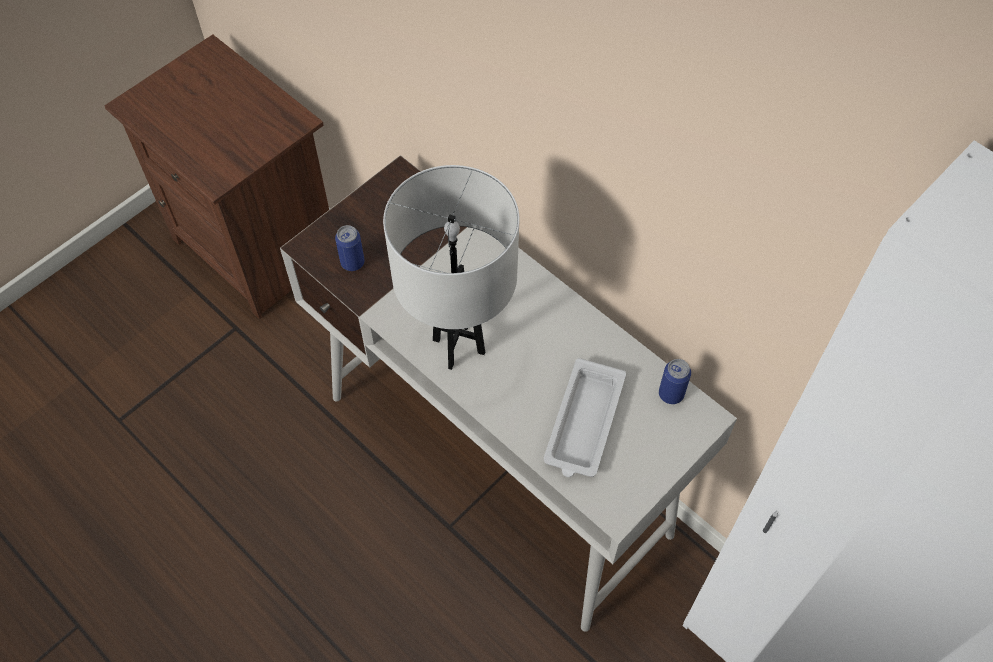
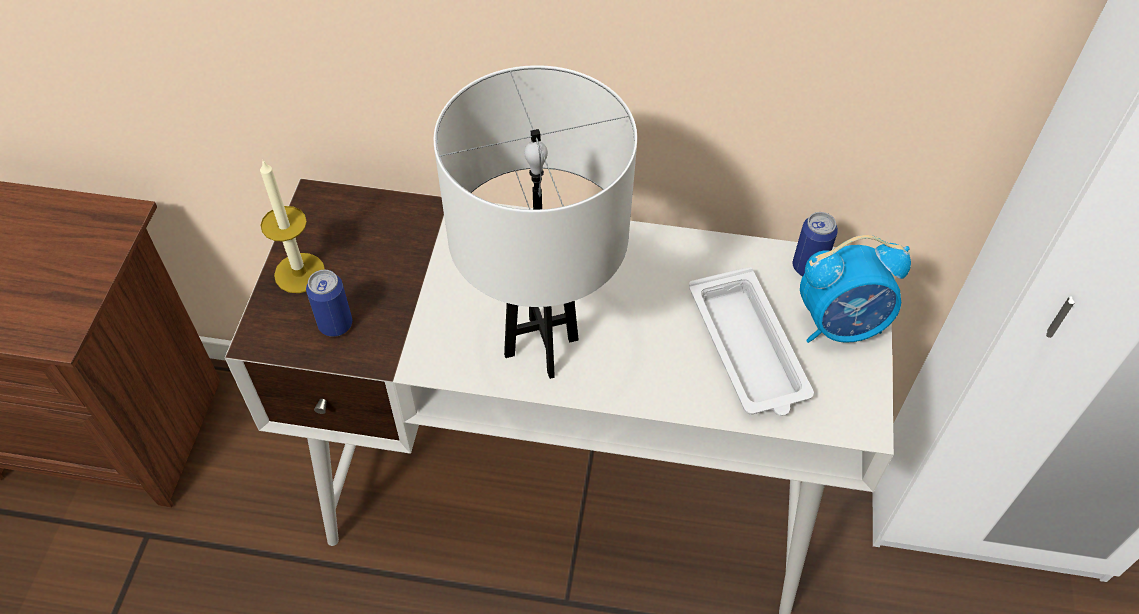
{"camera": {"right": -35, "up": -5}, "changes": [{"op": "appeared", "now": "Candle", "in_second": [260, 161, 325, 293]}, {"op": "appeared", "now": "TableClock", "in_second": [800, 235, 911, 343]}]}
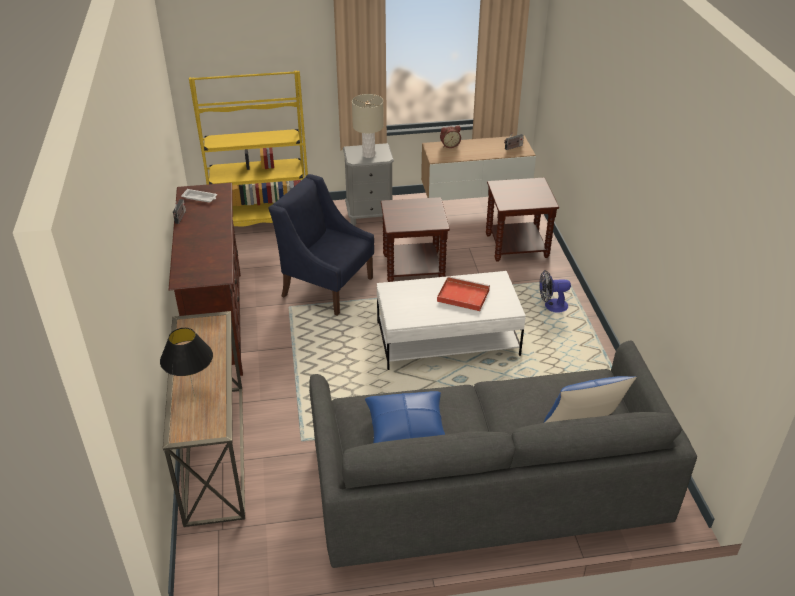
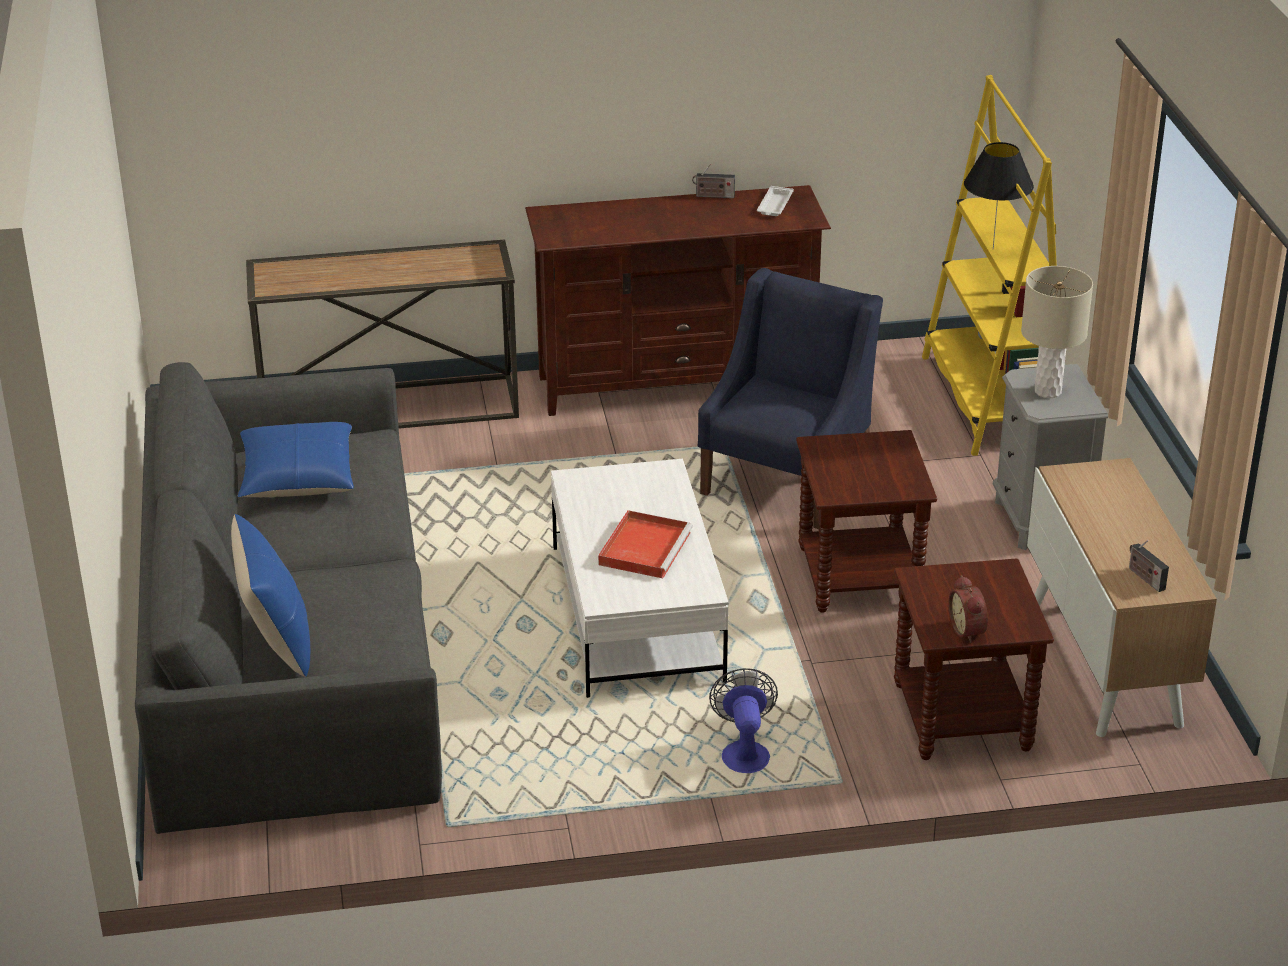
{"camera": {"right": 90, "up": -5}, "changes": [{"op": "relocated", "was": "BlackishTabletopLamp", "in_first": [160, 328, 213, 397], "in_second": [964, 142, 1034, 250]}, {"op": "relocated", "was": "TableClock", "in_first": [440, 126, 461, 148], "in_second": [948, 575, 988, 643]}]}
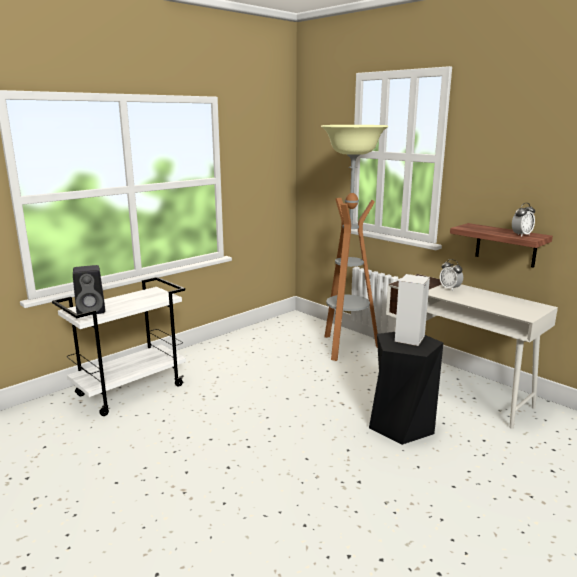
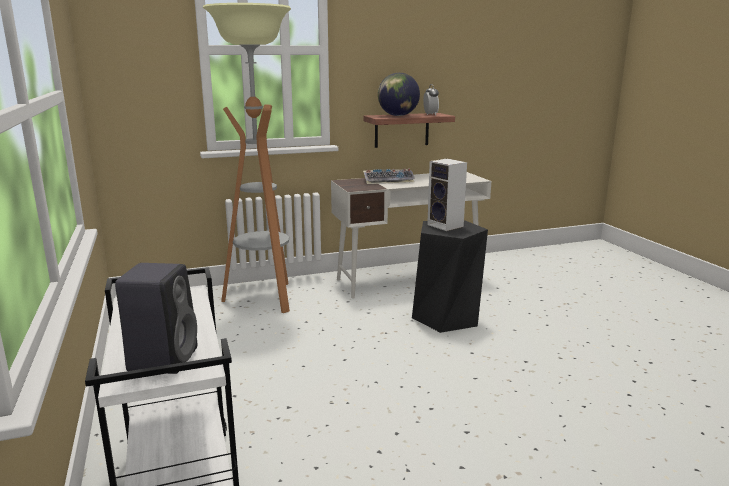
{"camera": {"right": -65, "up": 0}, "changes": [{"op": "appeared", "now": "WorldGlobe", "in_second": [378, 73, 420, 116]}, {"op": "exchanged", "was": "TableClock", "now": "Keyboard", "in_first": [440, 259, 463, 291], "in_second": [363, 168, 415, 184]}]}
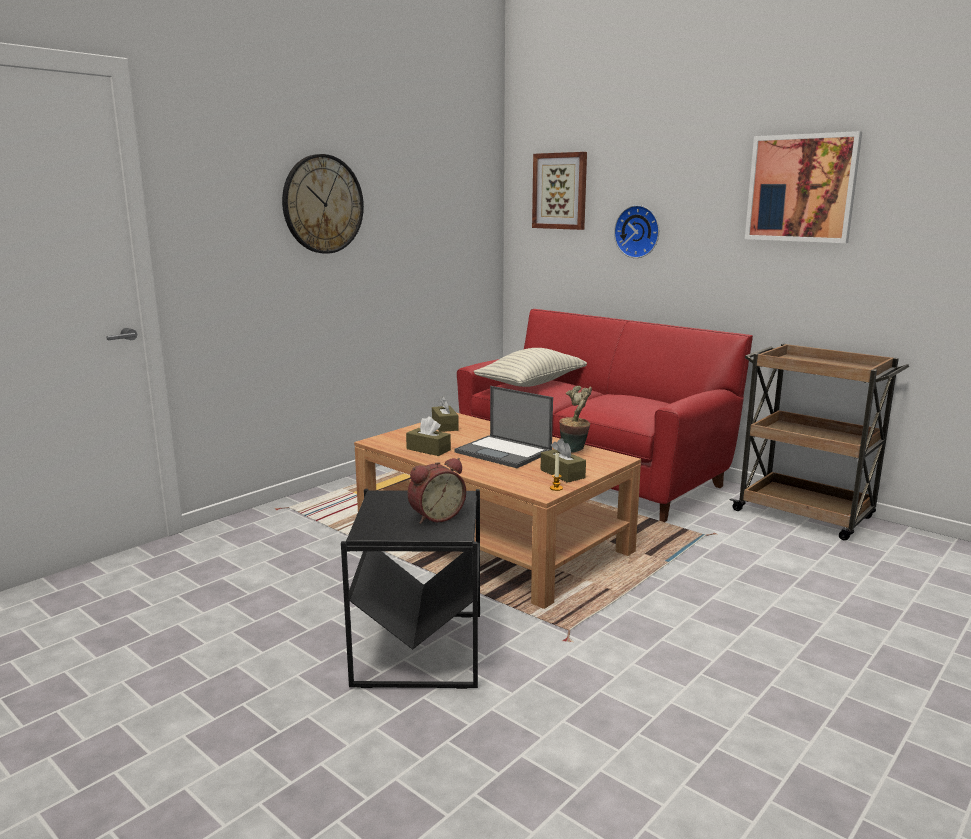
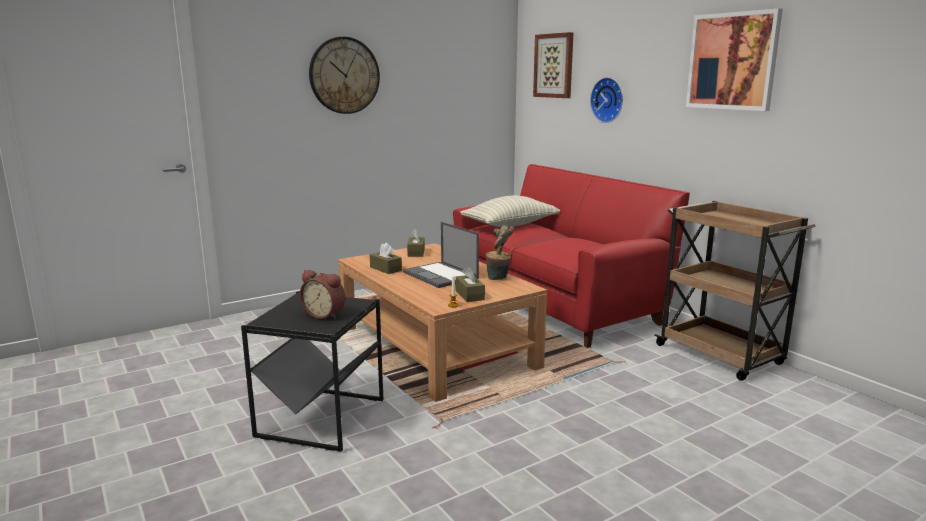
{"camera": {"right": 15, "up": 0}, "changes": [{"op": "spun", "was": "TableClock", "in_first": [408, 458, 466, 524], "in_second": [300, 270, 345, 320], "clockwise": 45}]}
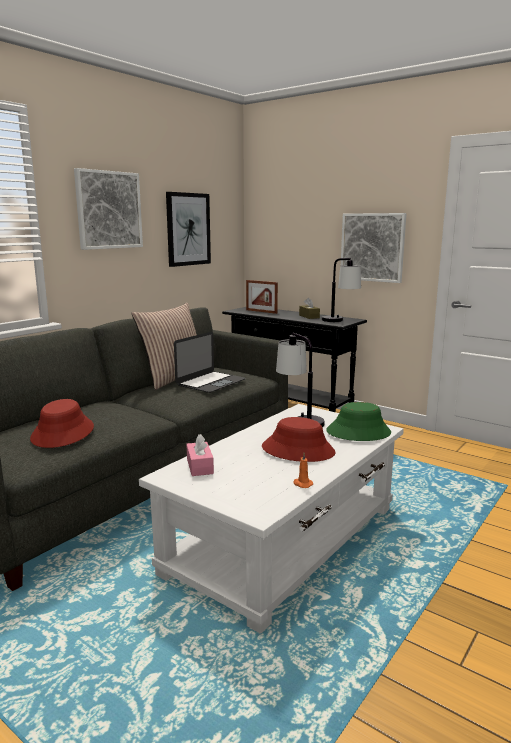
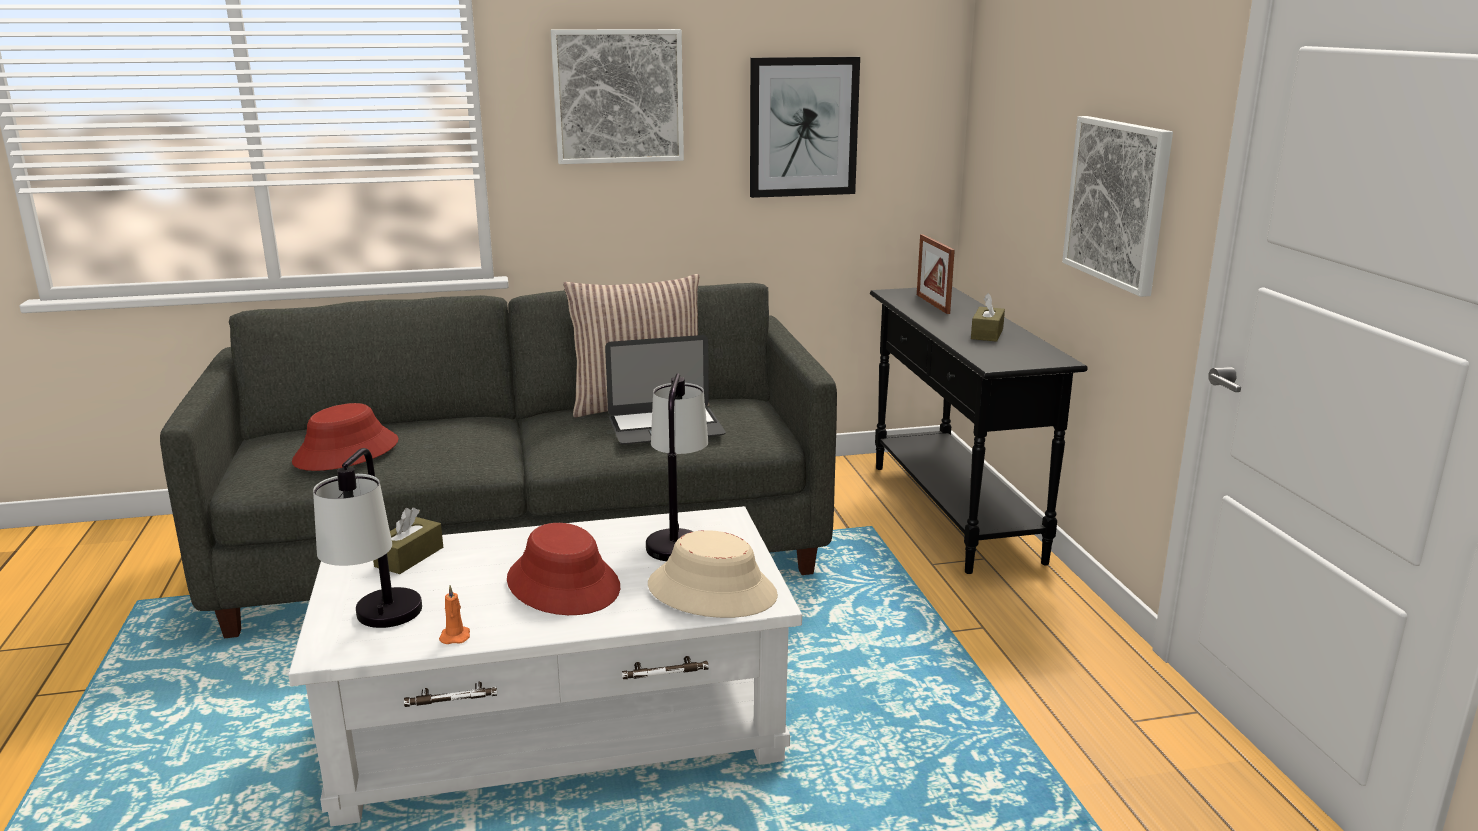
{"camera": {"right": 40, "up": 5}, "changes": [{"op": "relocated", "was": "TabletopLamp", "in_first": [322, 258, 361, 322], "in_second": [313, 448, 422, 628]}, {"op": "colour", "was": "PinkishTissueBox", "now": "BrownColouredTissueBox", "in_first": [186, 434, 214, 476], "in_second": [373, 507, 443, 574]}, {"op": "colour", "was": "GreenWearableHat", "now": "SandColouredWearableHat", "in_first": [326, 402, 391, 441], "in_second": [648, 530, 778, 618]}]}
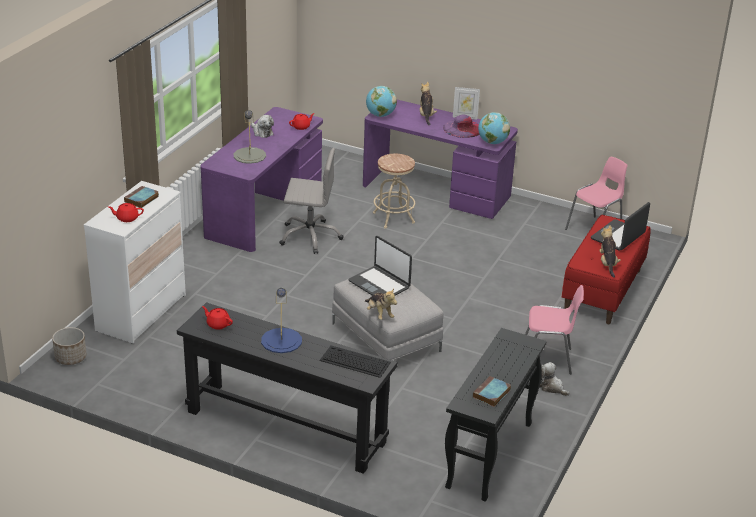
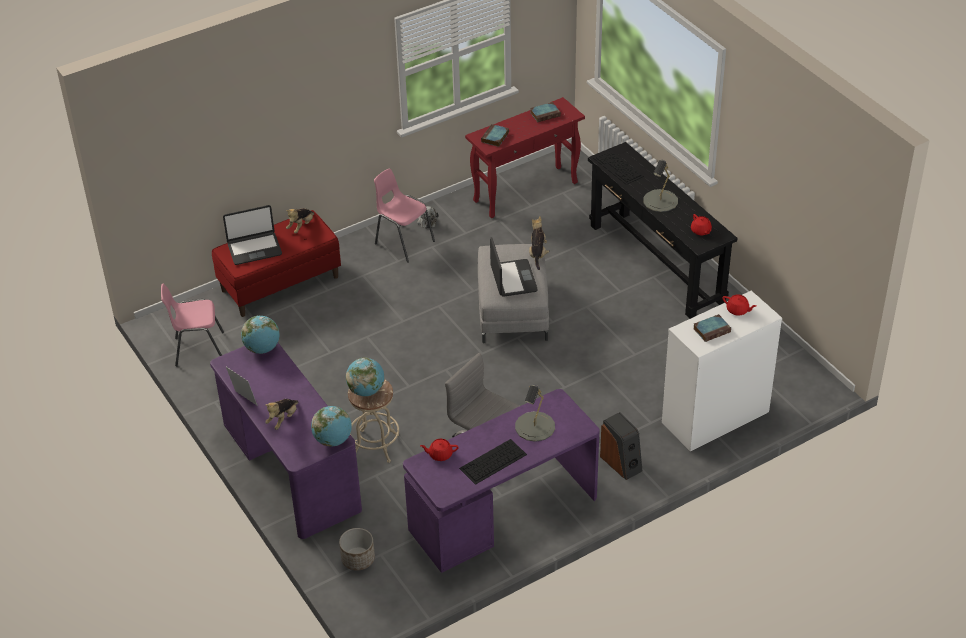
{"camera": {"right": -145, "up": 10}, "changes": [{"op": "missing", "was": "PurpleWearableHat", "in_first": [443, 114, 480, 138]}, {"op": "appeared", "now": "WorldGlobe", "in_second": [346, 357, 384, 396]}, {"op": "appeared", "now": "Volume", "in_second": [481, 124, 509, 147]}, {"op": "appeared", "now": "AudioSpeaker", "in_second": [600, 412, 642, 480]}, {"op": "relocated", "was": "PlantPot", "in_first": [52, 327, 86, 365], "in_second": [339, 528, 375, 571]}, {"op": "exchanged", "was": "PlushToy", "now": "Keyboard", "in_first": [251, 115, 274, 138], "in_second": [459, 439, 527, 485]}, {"op": "colour", "was": "BlueColouredTabletopLamp", "now": "GrayTabletopLamp", "in_first": [261, 288, 302, 353], "in_second": [643, 160, 678, 212]}, {"op": "colour", "was": "BlackishConsoleTable", "now": "RedColouredConsoleTable", "in_first": [445, 328, 547, 502], "in_second": [465, 97, 585, 218]}]}
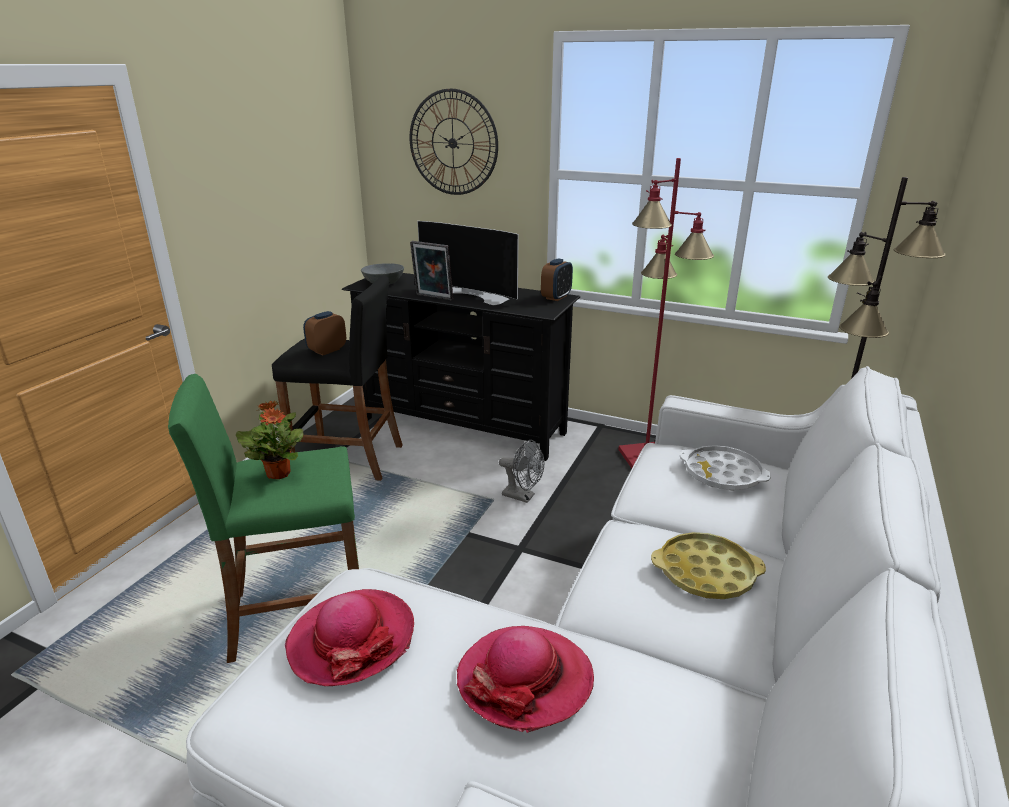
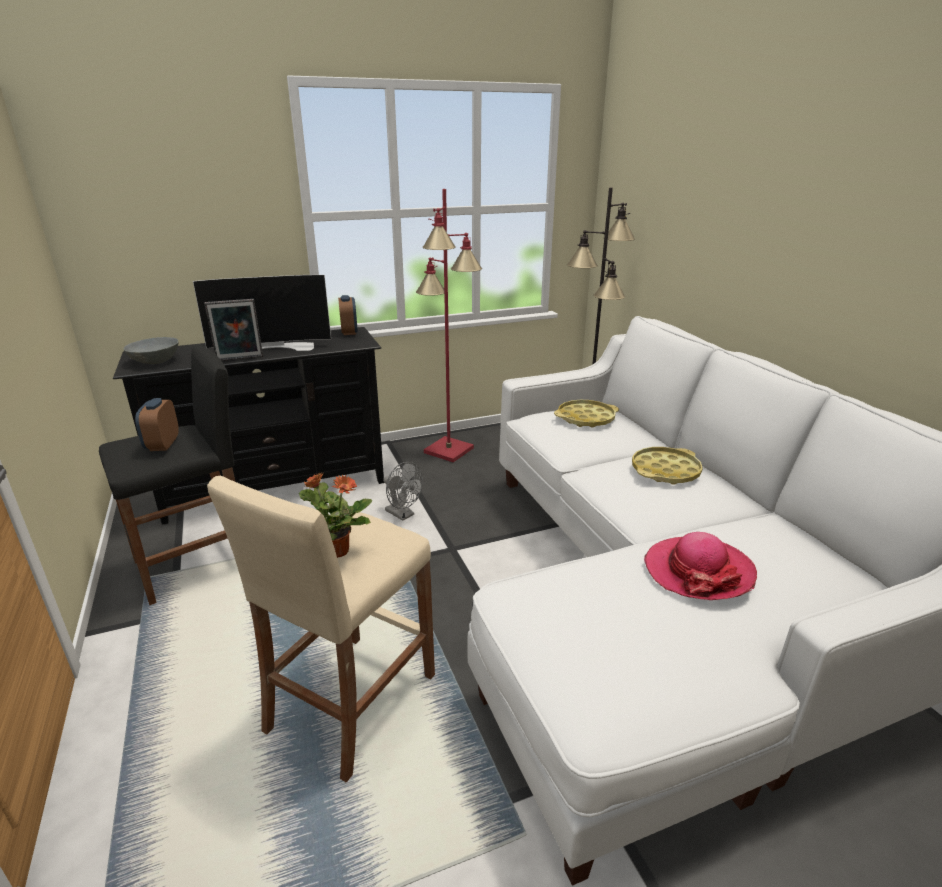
{"camera": {"right": -45, "up": 0}, "changes": [{"op": "missing", "was": "WearableHat", "in_first": [285, 589, 414, 686]}, {"op": "missing", "was": "HangingClock", "in_first": [410, 89, 498, 195]}, {"op": "colour", "was": "GreenSittingStool", "now": "SandColouredSittingStool", "in_first": [168, 374, 359, 663], "in_second": [207, 476, 435, 783]}, {"op": "colour", "was": "WhiteServingTray", "now": "YellowishServingTray", "in_first": [680, 445, 771, 491], "in_second": [554, 400, 619, 428]}, {"op": "spun", "was": "GrayElectricFan", "in_first": [499, 440, 544, 503], "in_second": [383, 462, 423, 521], "clockwise": 60}]}
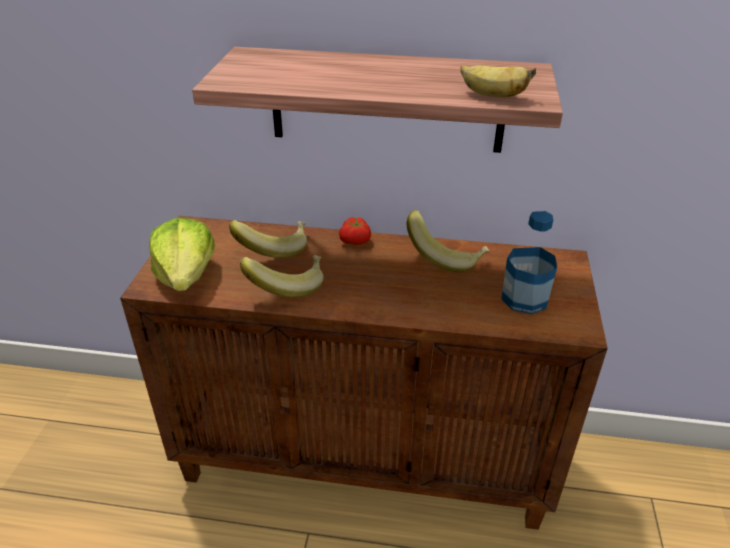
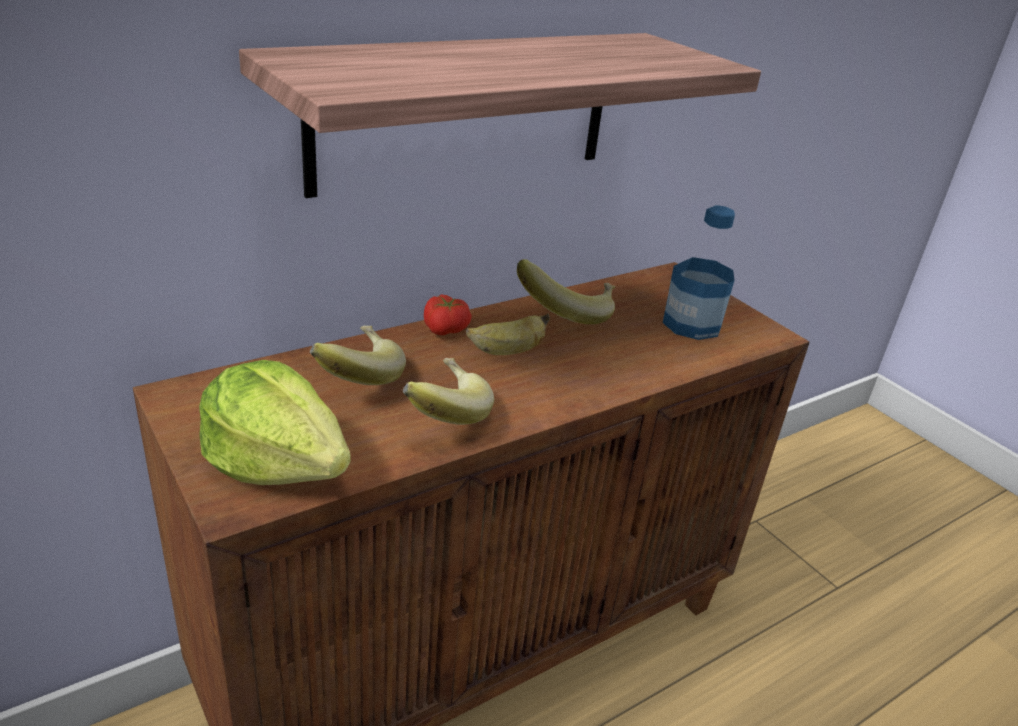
{"camera": {"right": -45, "up": -5}, "changes": [{"op": "relocated", "was": "BananaFruit", "in_first": [460, 65, 536, 97], "in_second": [466, 313, 550, 355]}]}
